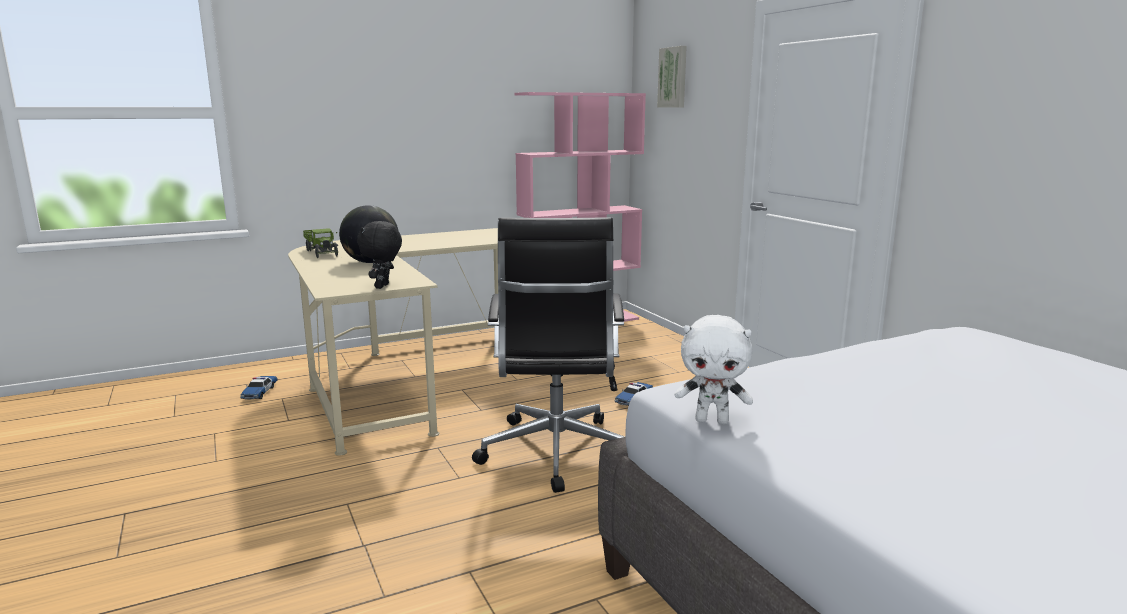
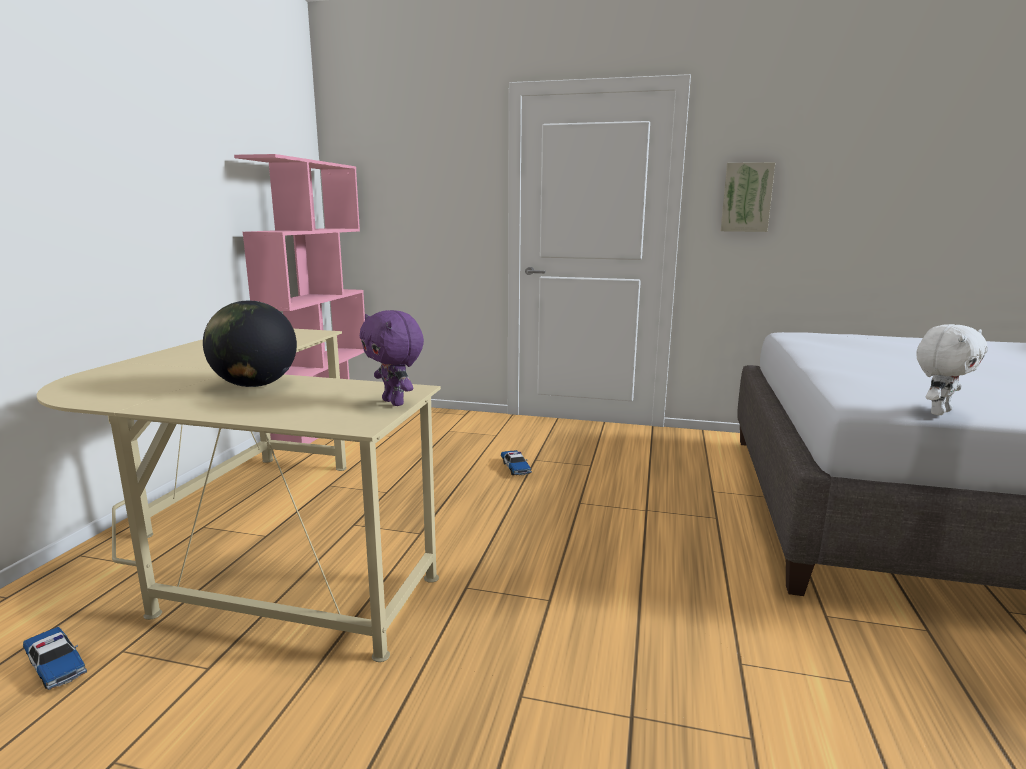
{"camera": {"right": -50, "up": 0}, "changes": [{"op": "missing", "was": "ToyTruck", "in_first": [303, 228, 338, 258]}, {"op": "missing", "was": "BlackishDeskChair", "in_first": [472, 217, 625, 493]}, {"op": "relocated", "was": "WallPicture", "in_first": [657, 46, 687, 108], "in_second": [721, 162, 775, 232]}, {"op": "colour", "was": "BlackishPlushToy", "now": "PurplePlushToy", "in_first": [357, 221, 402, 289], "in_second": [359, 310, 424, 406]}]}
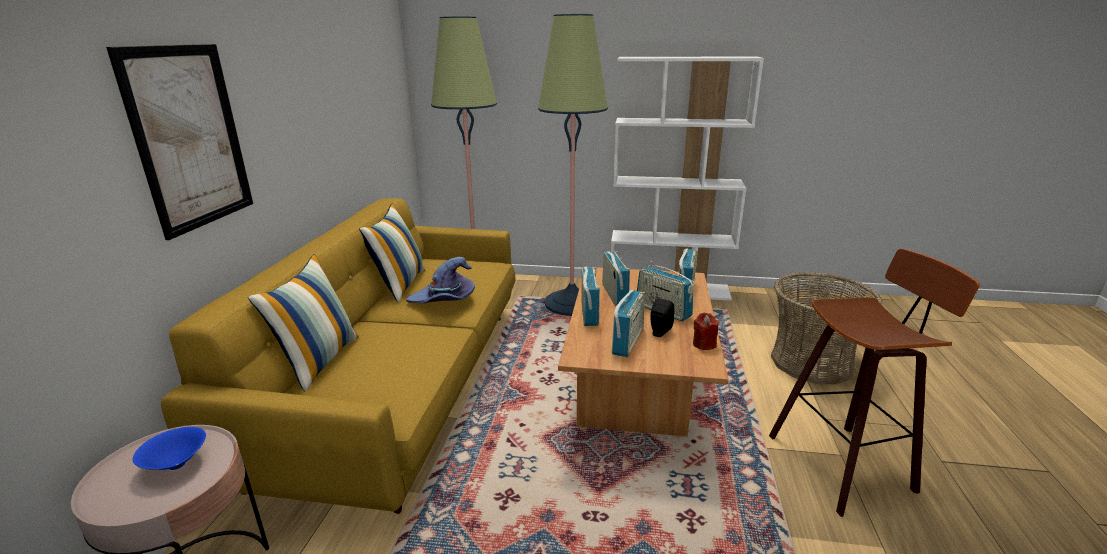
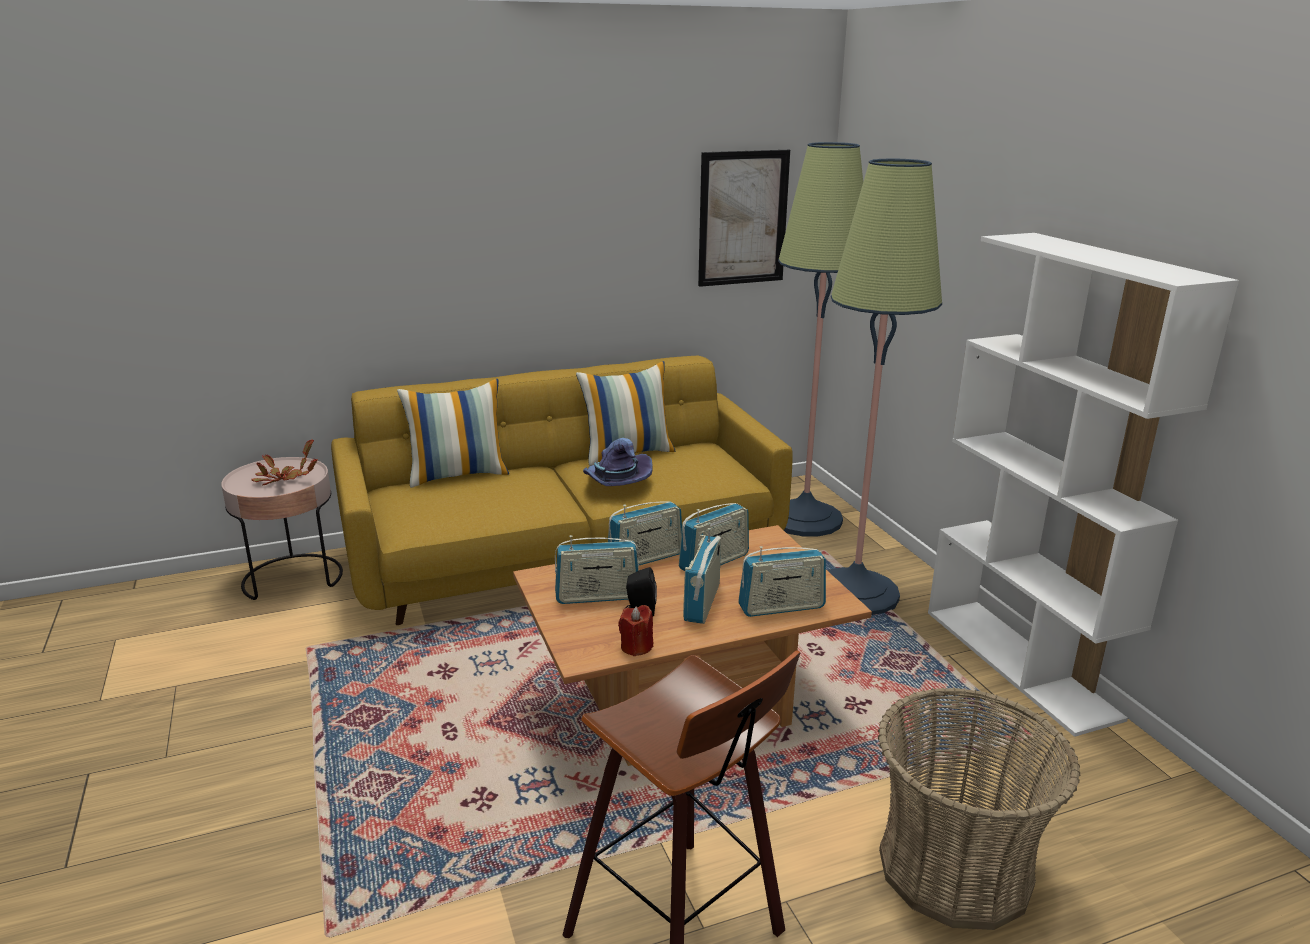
{"camera": {"right": 60, "up": 0}, "changes": [{"op": "relocated", "was": "WallPicture", "in_first": [106, 44, 253, 240], "in_second": [698, 150, 790, 287]}, {"op": "exchanged", "was": "BlueColouredBowl", "now": "Houseplant", "in_first": [132, 427, 206, 470], "in_second": [252, 440, 318, 486]}]}
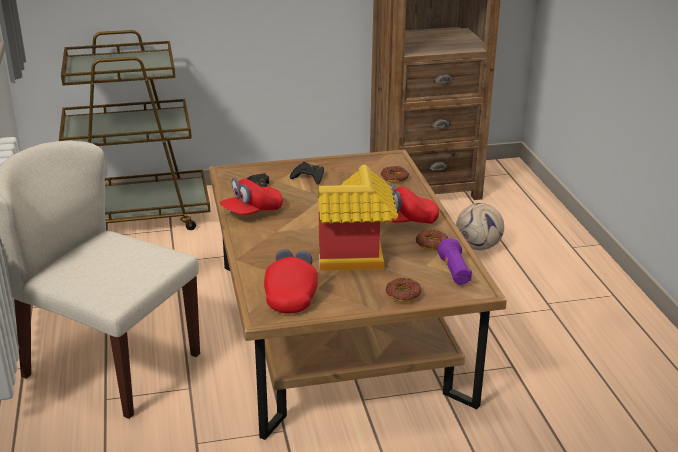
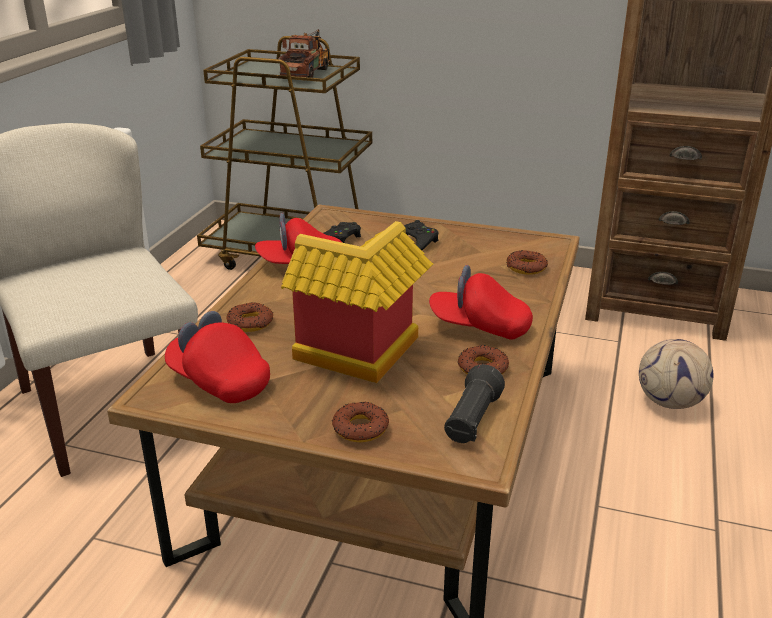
{"camera": {"right": 30, "up": 0}, "changes": [{"op": "appeared", "now": "RingDoughnut", "in_second": [226, 302, 273, 332]}, {"op": "appeared", "now": "ToyTruck", "in_second": [278, 29, 330, 78]}, {"op": "colour", "was": "PurpleFlashlight", "now": "BlackishFlashlight", "in_first": [438, 238, 472, 285], "in_second": [444, 364, 505, 443]}, {"op": "spun", "was": "RedColouredCap", "in_first": [264, 249, 318, 314], "in_second": [165, 311, 270, 403], "clockwise": -90}]}
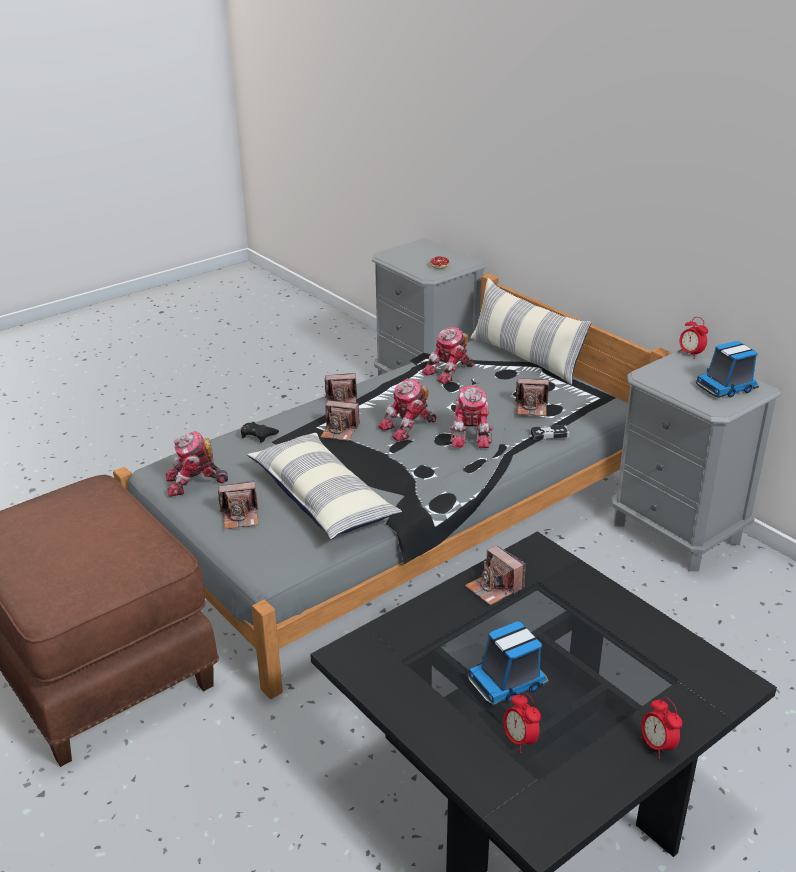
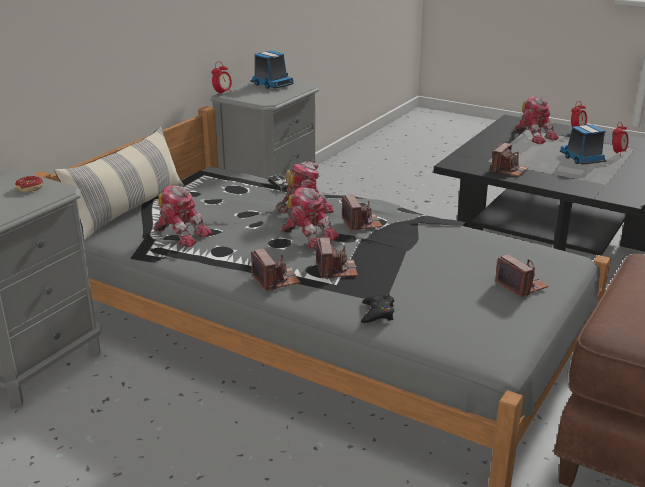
{"camera": {"right": -110, "up": -5}, "changes": [{"op": "missing", "was": "Pillow", "in_first": [247, 433, 402, 540]}, {"op": "relocated", "was": "ToyRobot", "in_first": [166, 431, 228, 497], "in_second": [514, 96, 559, 144]}, {"op": "relocated", "was": "StillCamera", "in_first": [515, 378, 549, 416], "in_second": [342, 195, 382, 231]}, {"op": "spun", "was": "ToyTruck", "in_first": [467, 621, 549, 706], "in_second": [560, 124, 606, 165], "clockwise": -150}]}
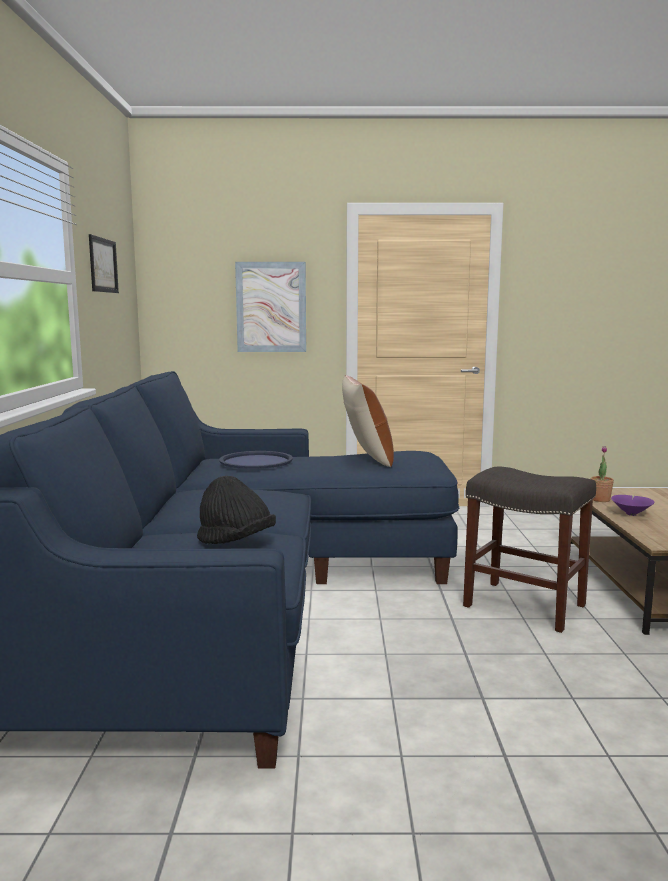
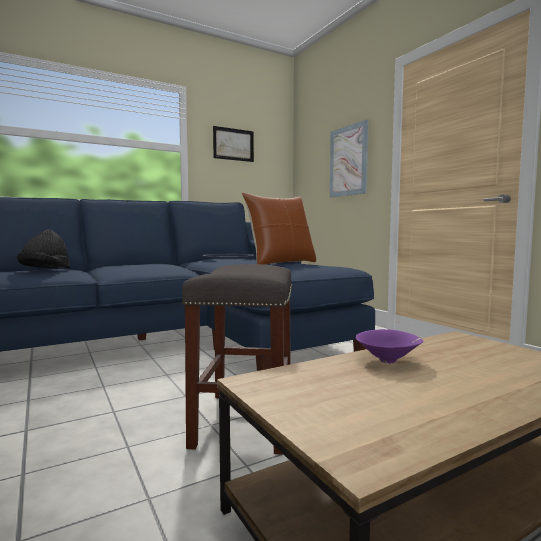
{"camera": {"right": 60, "up": -5}, "changes": [{"op": "missing", "was": "Houseplant", "in_first": [591, 446, 614, 502]}]}
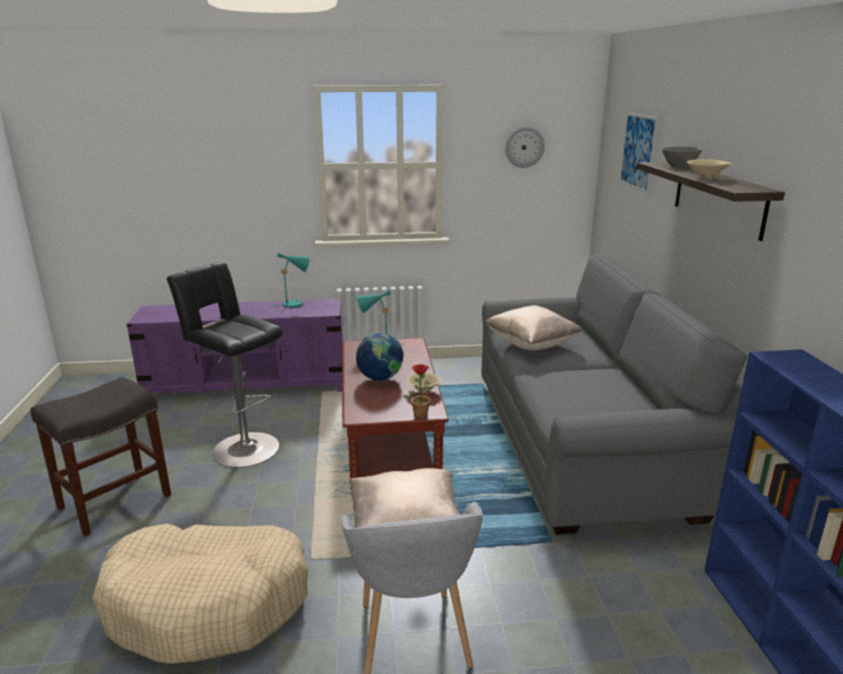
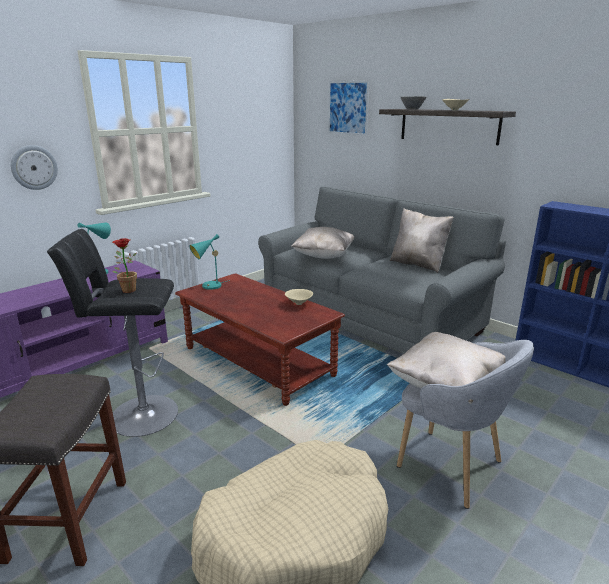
{"camera": {"right": -40, "up": 0}, "changes": [{"op": "missing", "was": "WorldGlobe", "in_first": [356, 332, 404, 381]}, {"op": "appeared", "now": "SandColouredPillow", "in_second": [390, 208, 454, 273]}, {"op": "relocated", "was": "Houseplant", "in_first": [403, 364, 431, 419], "in_second": [112, 238, 137, 293]}, {"op": "relocated", "was": "HangingClock", "in_first": [505, 126, 545, 168], "in_second": [11, 145, 58, 190]}]}
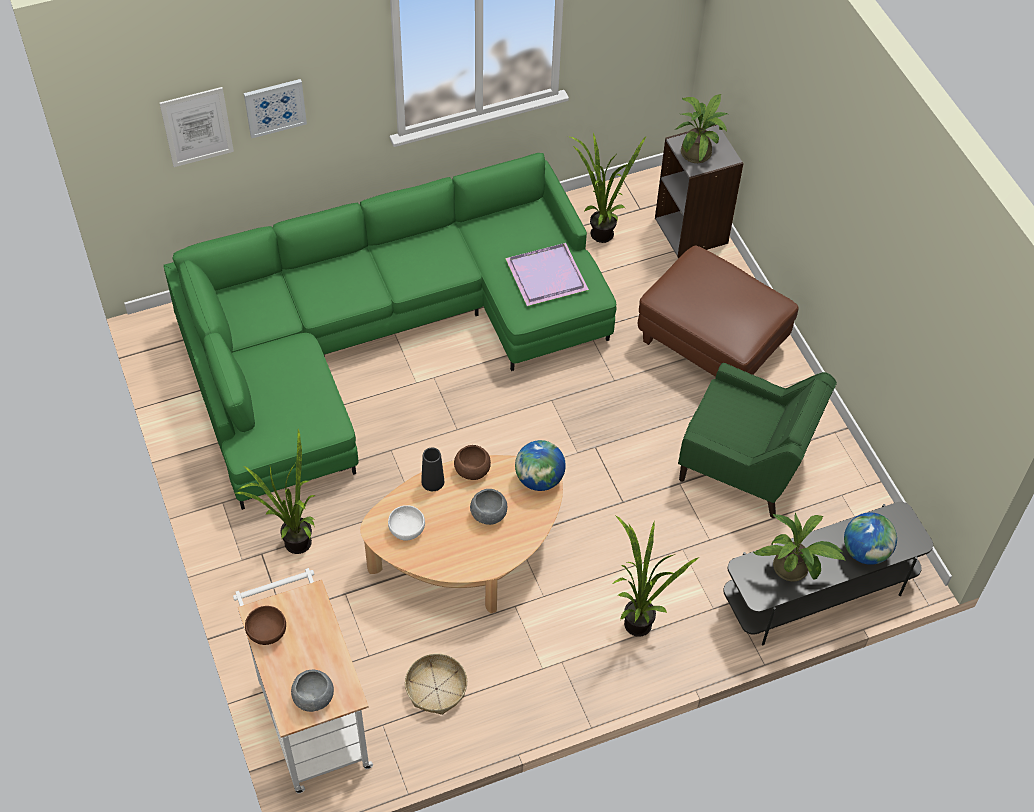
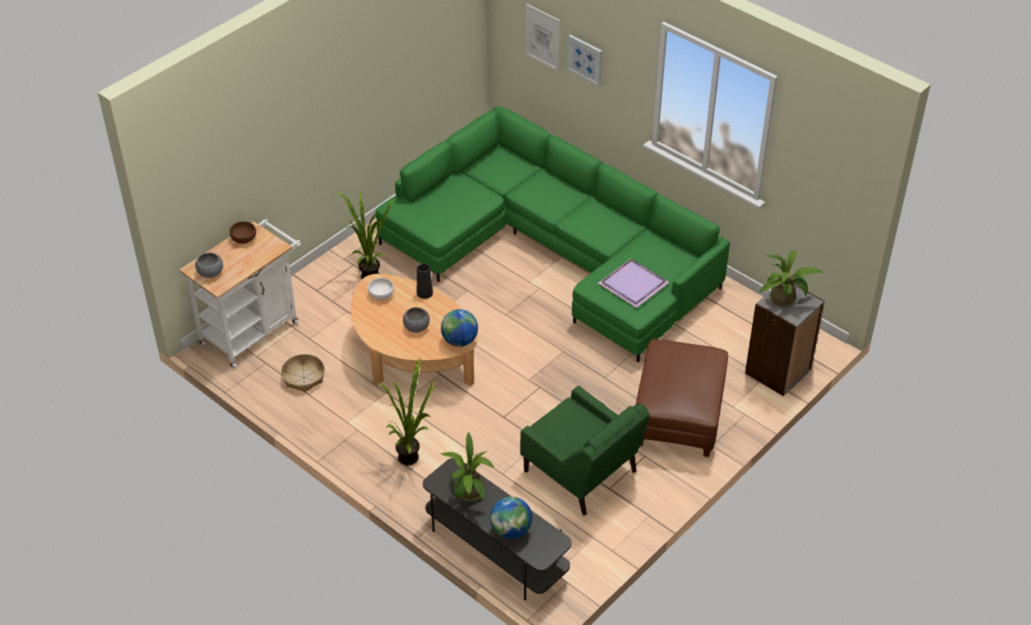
{"camera": {"right": 65, "up": -10}, "changes": [{"op": "missing", "was": "BrownColouredBowl", "in_first": [454, 445, 491, 480]}, {"op": "missing", "was": "Houseplant", "in_first": [568, 133, 646, 243]}, {"op": "spun", "was": "GreenEasyChair", "in_first": [678, 363, 837, 518], "in_second": [520, 386, 650, 515], "clockwise": -45}]}
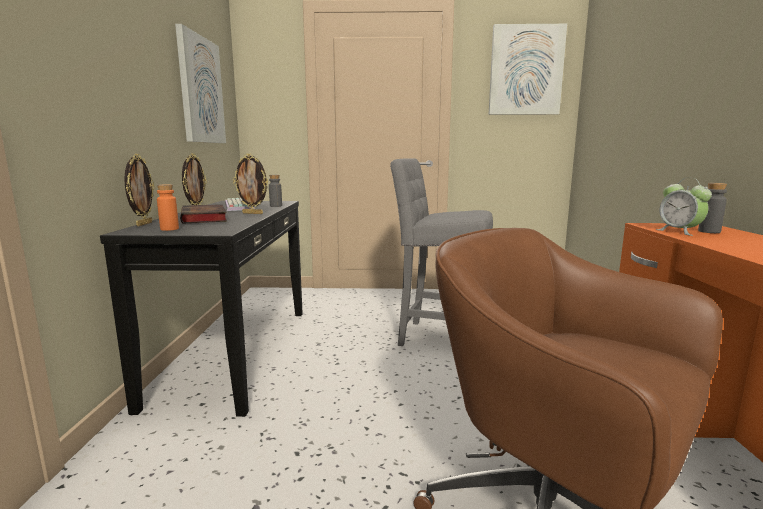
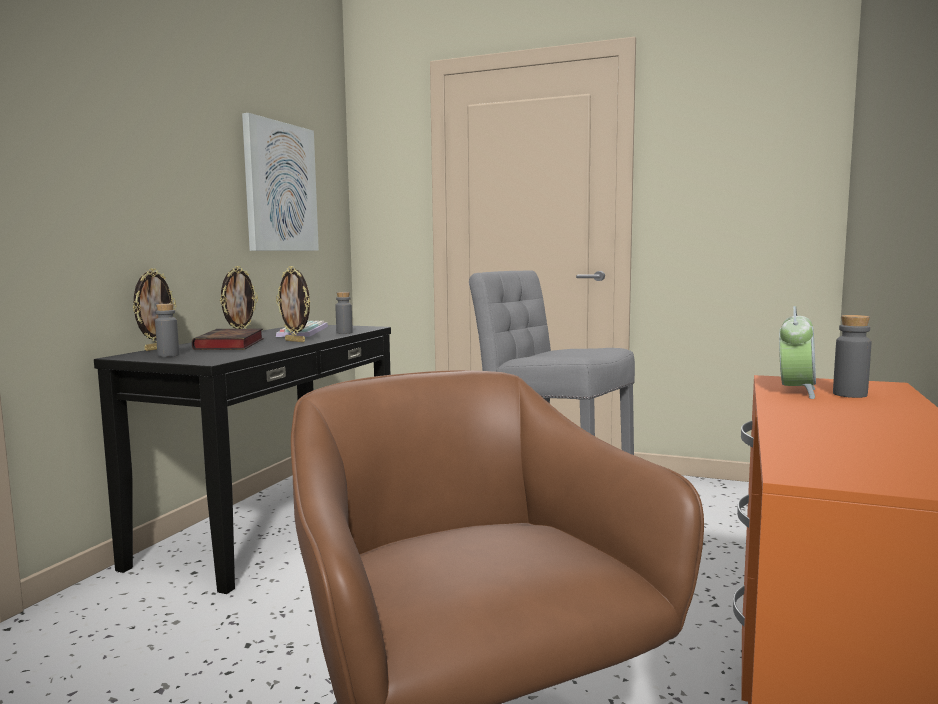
{"camera": {"right": 20, "up": -5}, "changes": [{"op": "missing", "was": "WallPicture", "in_first": [489, 24, 567, 115]}, {"op": "colour", "was": "OrangeBeverageBottle", "now": "GrayBeverageBottle", "in_first": [157, 184, 179, 231], "in_second": [155, 304, 179, 357]}, {"op": "spun", "was": "TableClock", "in_first": [656, 178, 712, 236], "in_second": [779, 306, 816, 399], "clockwise": -150}]}
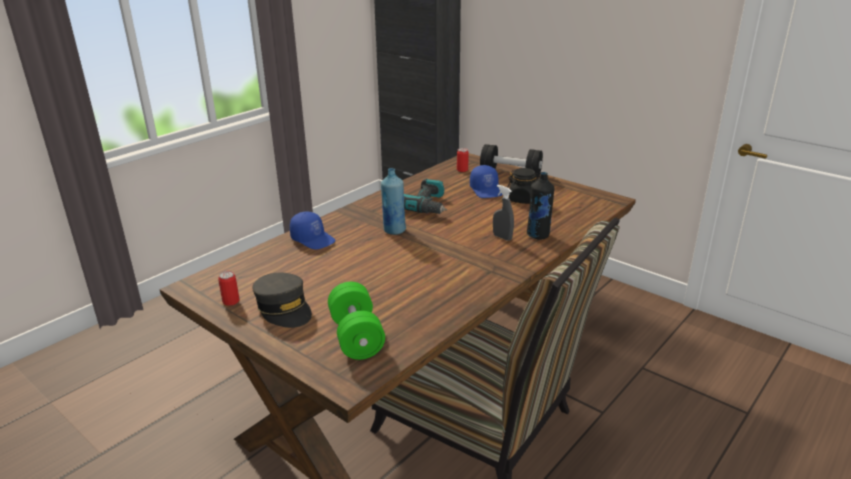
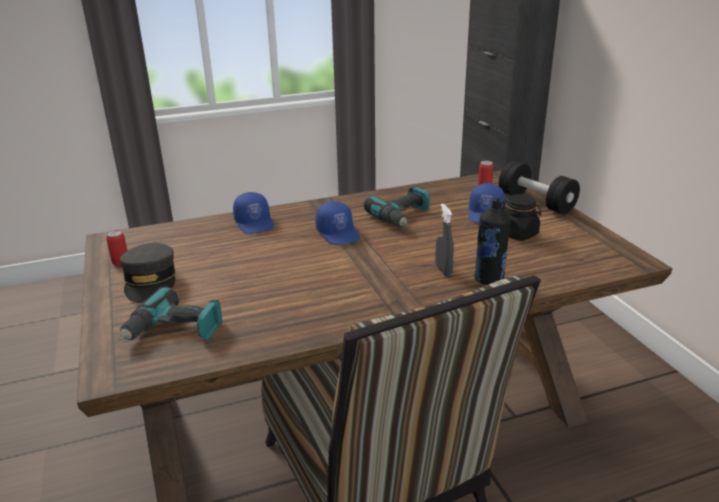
{"camera": {"right": 30, "up": 0}, "changes": [{"op": "exchanged", "was": "GreenFreeWeight", "now": "ElectricDrill", "in_first": [328, 282, 385, 360], "in_second": [119, 287, 222, 340]}, {"op": "exchanged", "was": "BlueColouredBeverageBottle", "now": "BlueColouredCap", "in_first": [381, 168, 406, 235], "in_second": [316, 201, 360, 245]}]}
